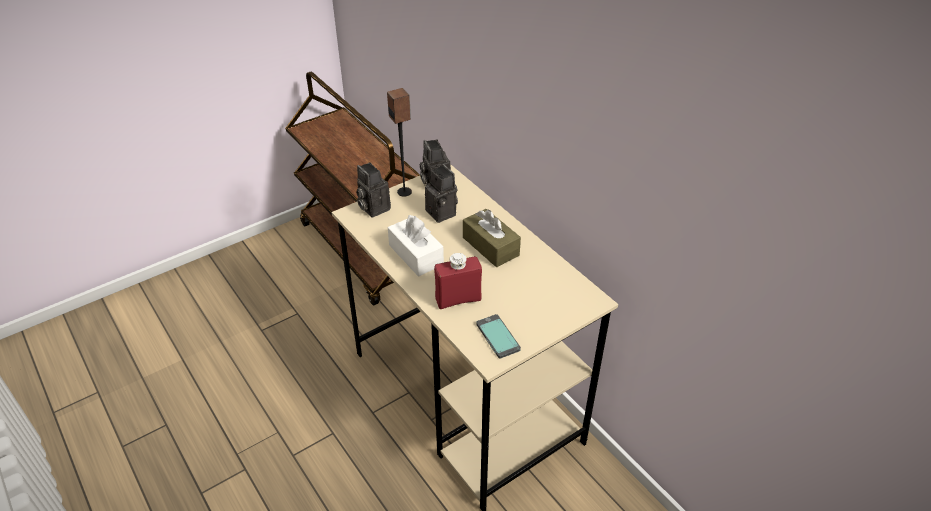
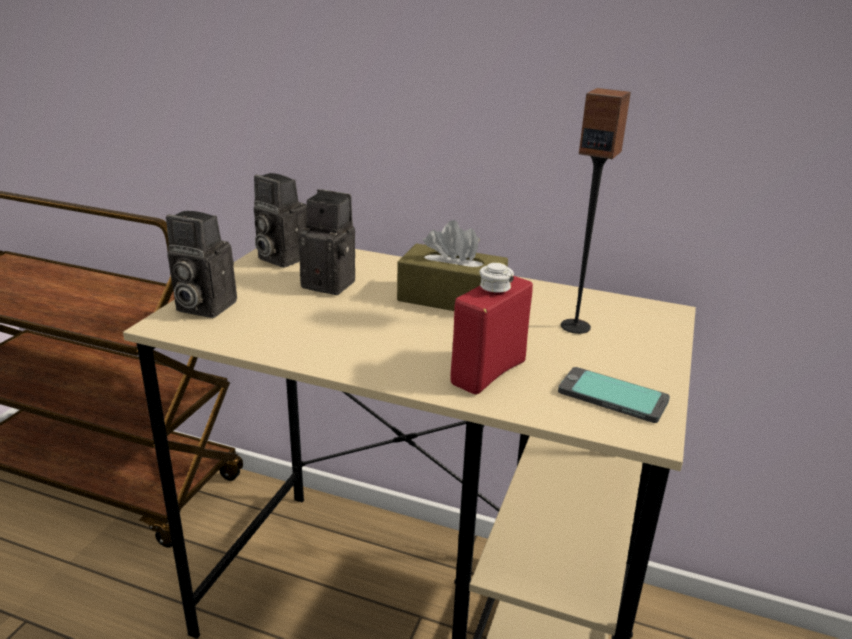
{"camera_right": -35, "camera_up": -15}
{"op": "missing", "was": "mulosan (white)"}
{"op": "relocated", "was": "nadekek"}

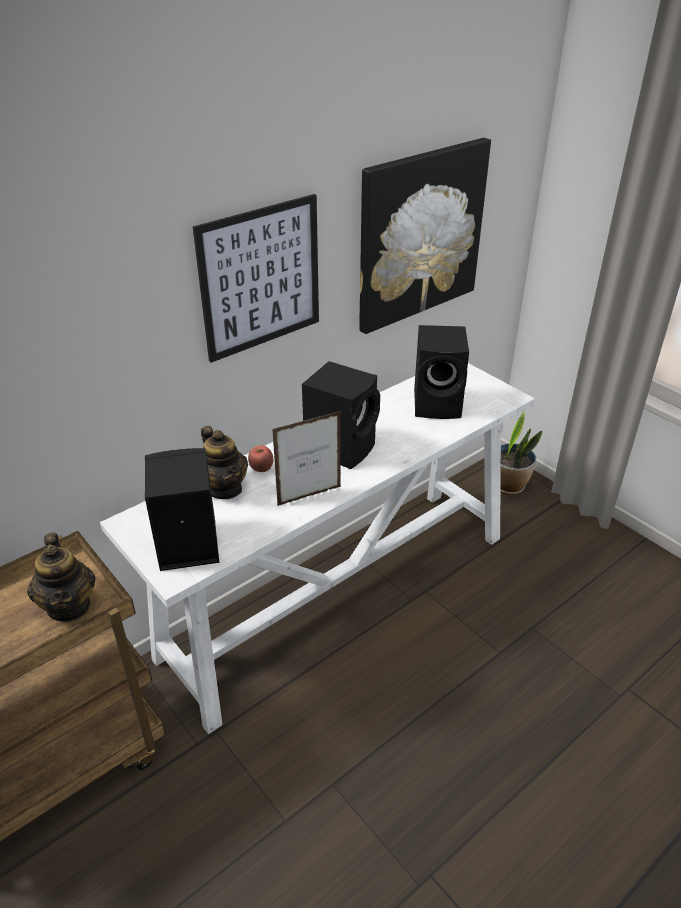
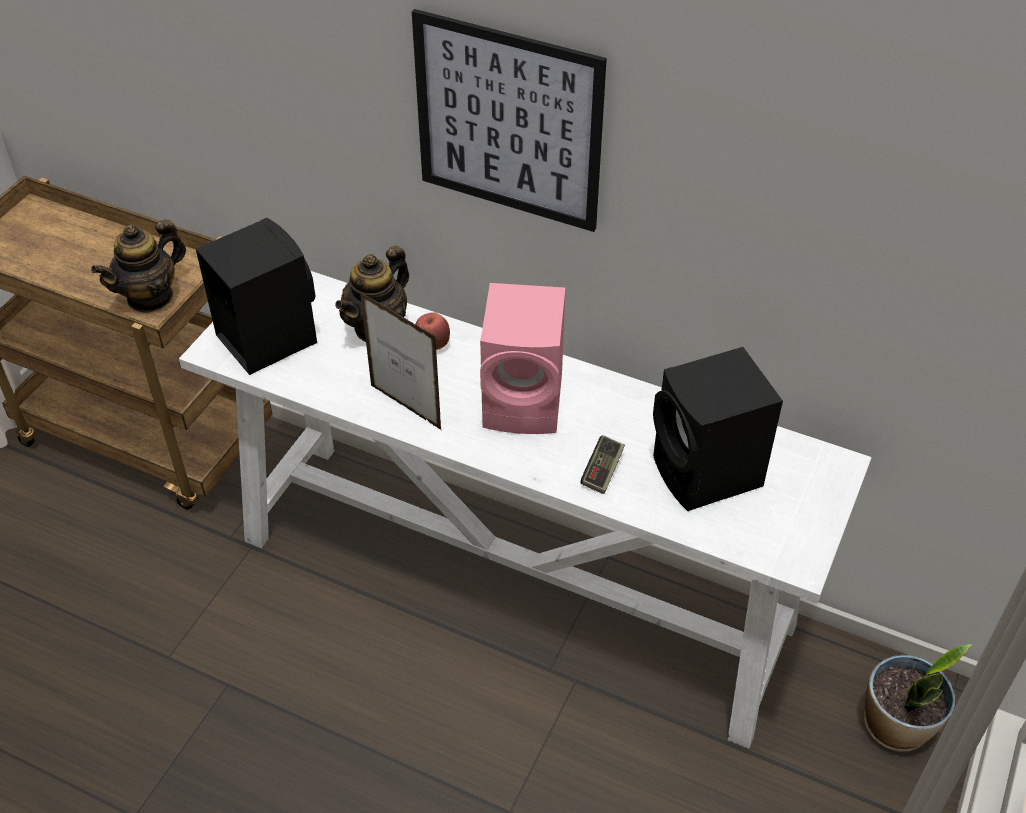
{"camera_right": 65, "camera_up": 10}
{"op": "missing", "was": "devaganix (no. 2 from left)"}
{"op": "appeared", "now": "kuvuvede"}
{"op": "colour", "was": "nadekek (black) (no. 2 from left)", "now": "nadekek (pink)"}

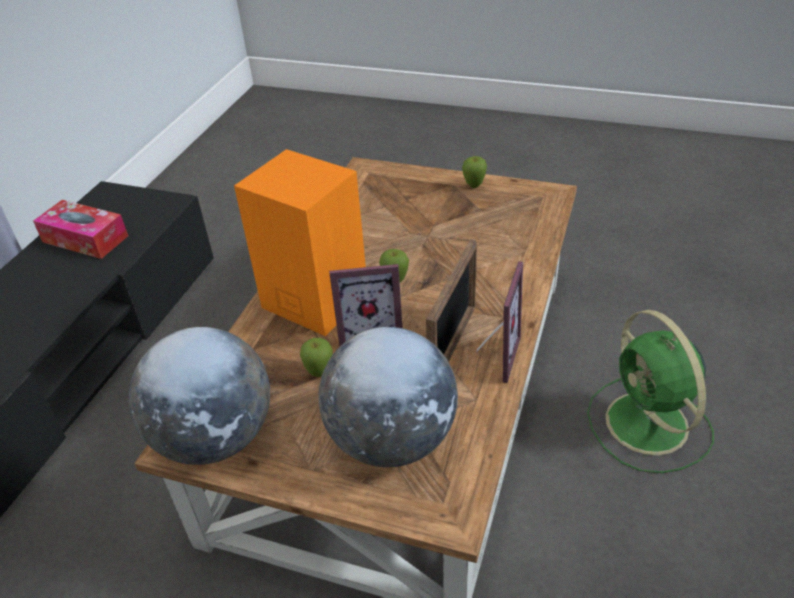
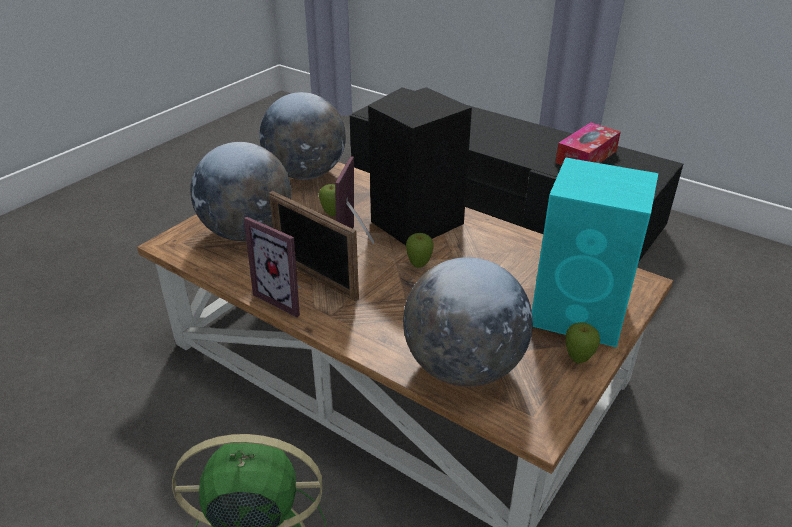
{"camera_right": 105, "camera_up": -5}
{"op": "appeared", "now": "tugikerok (no. 3 from left)"}
{"op": "appeared", "now": "nadekek (turquoise)"}
{"op": "colour", "was": "nadekek (orange)", "now": "nadekek (black)"}

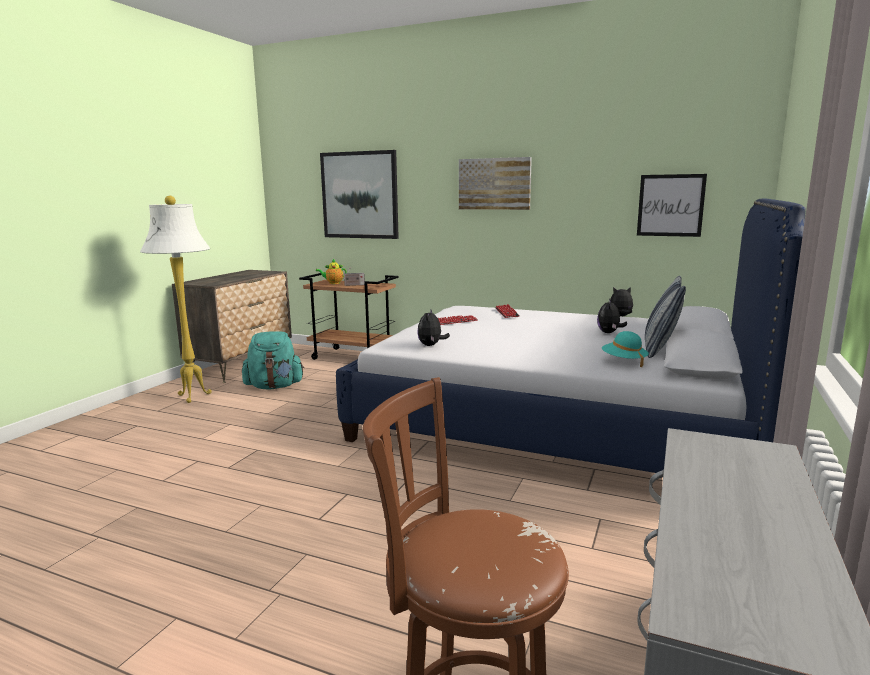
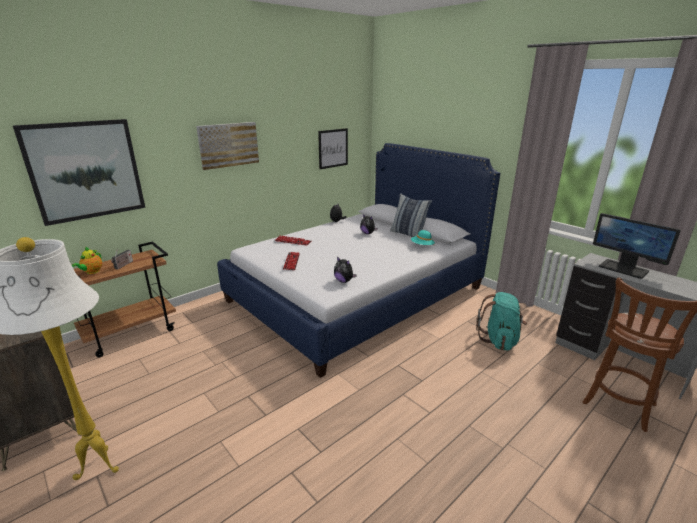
{"camera_right": -65, "camera_up": 10}
{"op": "appeared", "now": "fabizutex"}
{"op": "relocated", "was": "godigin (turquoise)"}

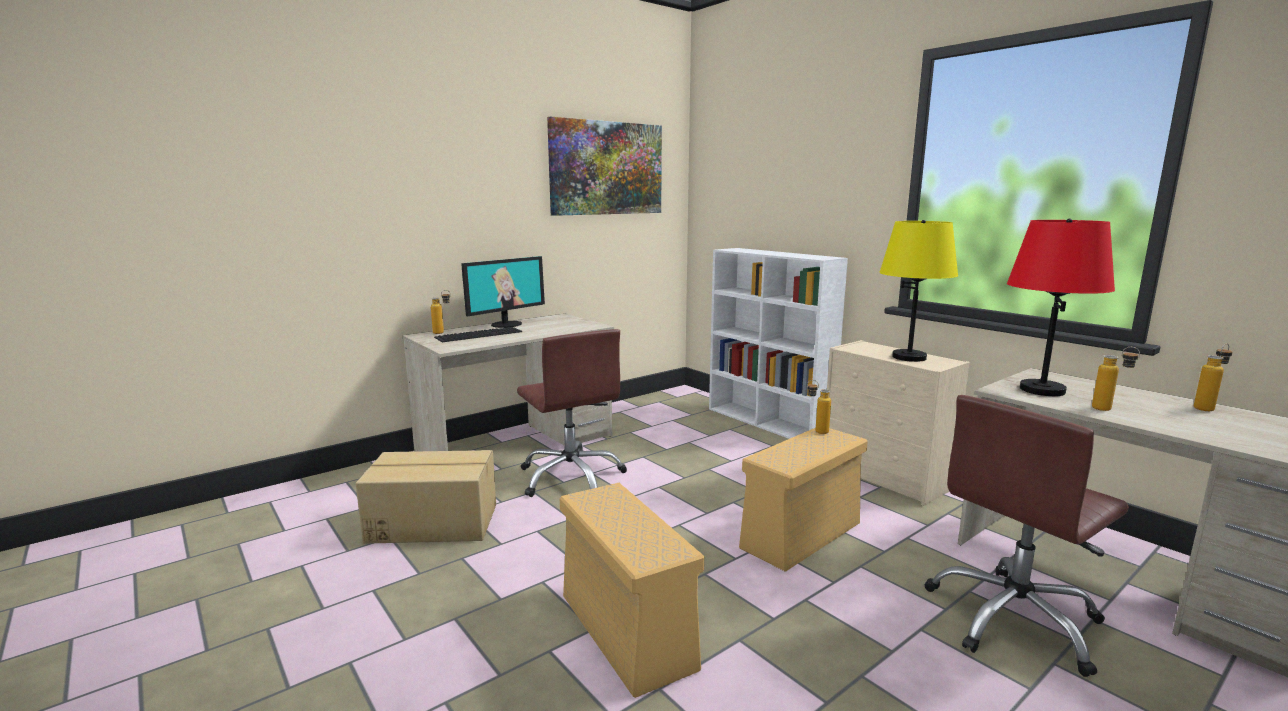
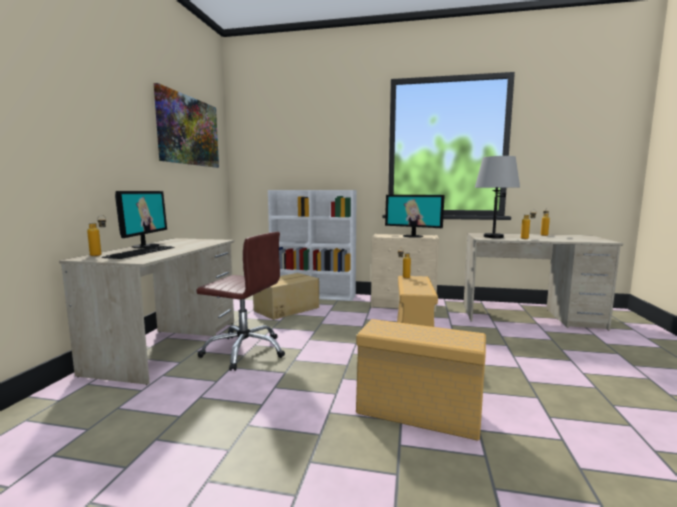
{"camera_right": -40, "camera_up": -5}
{"op": "missing", "was": "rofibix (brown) (no. 2 from left)"}
{"op": "relocated", "was": "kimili"}
{"op": "exchanged", "was": "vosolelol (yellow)", "now": "fabizutex (no. 2 from left)"}
{"op": "colour", "was": "vosolelol (red)", "now": "vosolelol (grey)"}

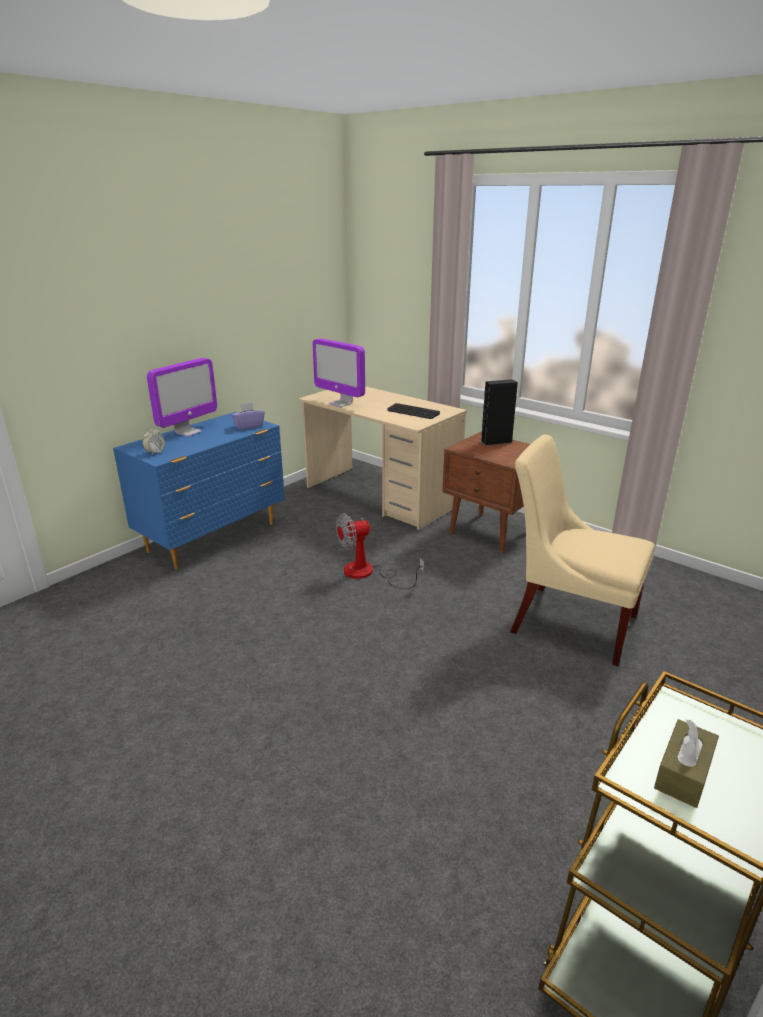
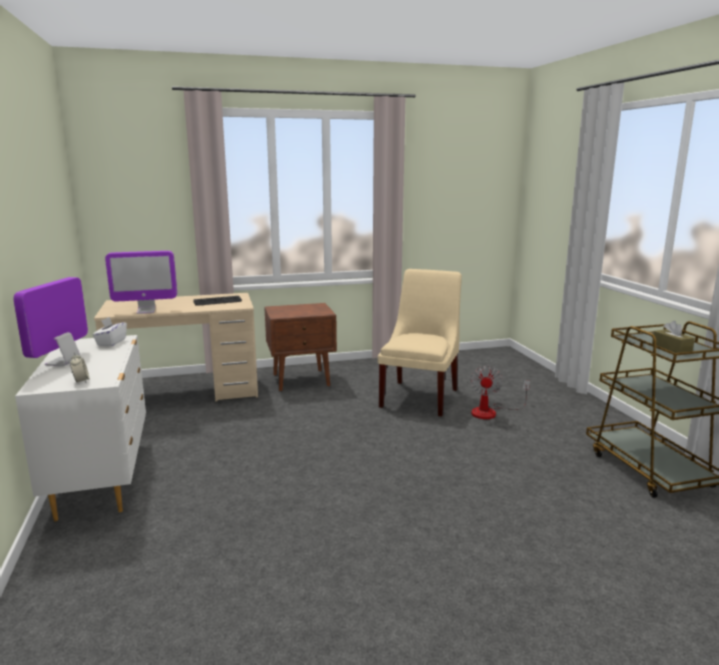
{"camera_right": -55, "camera_up": -10}
{"op": "missing", "was": "nadekek (black)"}
{"op": "relocated", "was": "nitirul"}
{"op": "colour", "was": "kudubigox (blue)", "now": "kudubigox (white)"}
{"op": "colour", "was": "mulosan (purple)", "now": "mulosan (white)"}
{"op": "spun", "was": "fabizutex (no. 1 from left)", "clockwise": -150}
{"op": "spun", "was": "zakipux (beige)", "clockwise": 135}

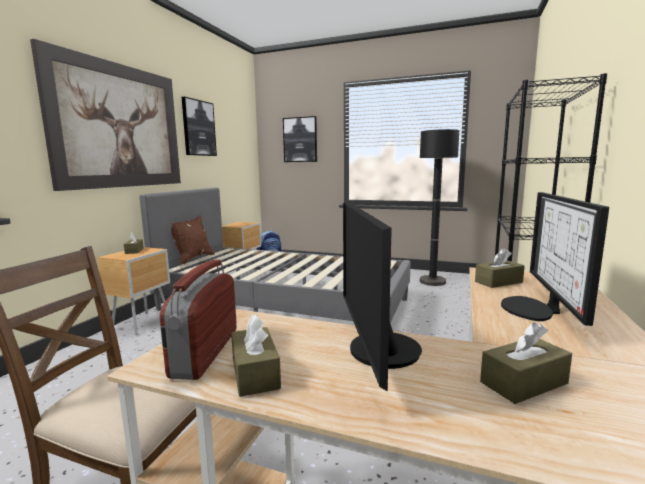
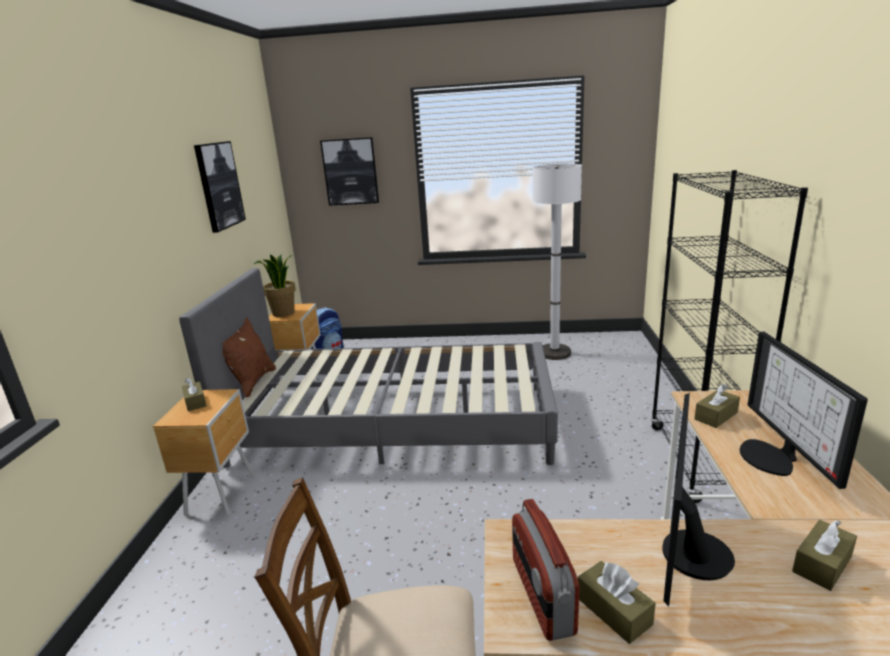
{"camera_right": -15, "camera_up": 10}
{"op": "missing", "was": "devaganix (no. 1 from left)"}
{"op": "appeared", "now": "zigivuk"}
{"op": "colour", "was": "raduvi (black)", "now": "raduvi (white)"}
{"op": "spun", "was": "fabizutex (no. 1 from left)", "clockwise": 45}

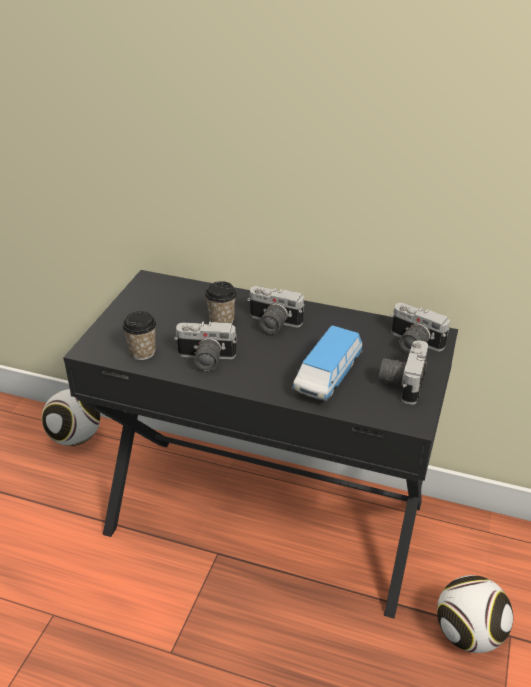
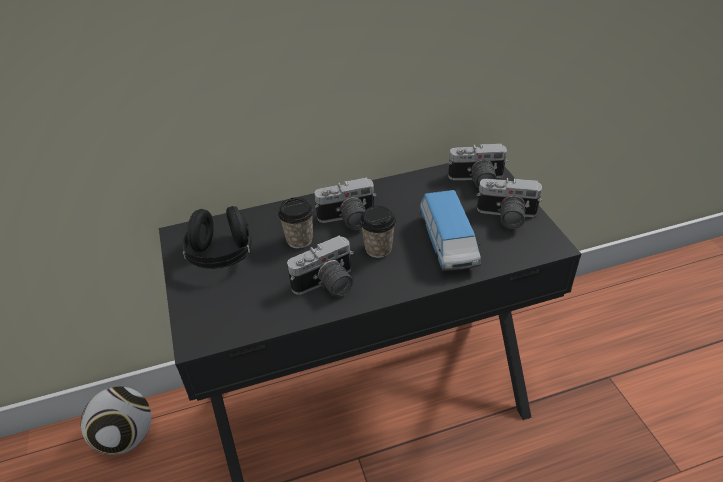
{"camera_right": -35, "camera_up": 5}
{"op": "missing", "was": "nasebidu (no. 2 from left)"}
{"op": "appeared", "now": "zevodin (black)"}
{"op": "relocated", "was": "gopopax (no. 1 from left in the first image)", "now": "gopopax (no. 2 from left)"}
{"op": "spun", "was": "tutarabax (no. 3 from left in the first image)", "clockwise": -60}

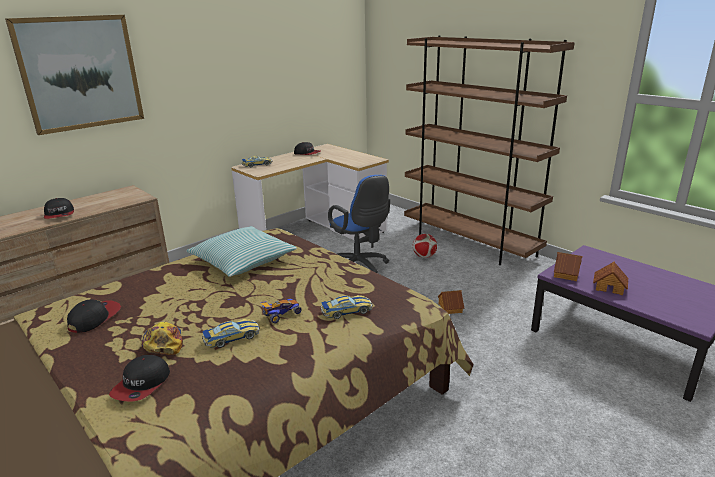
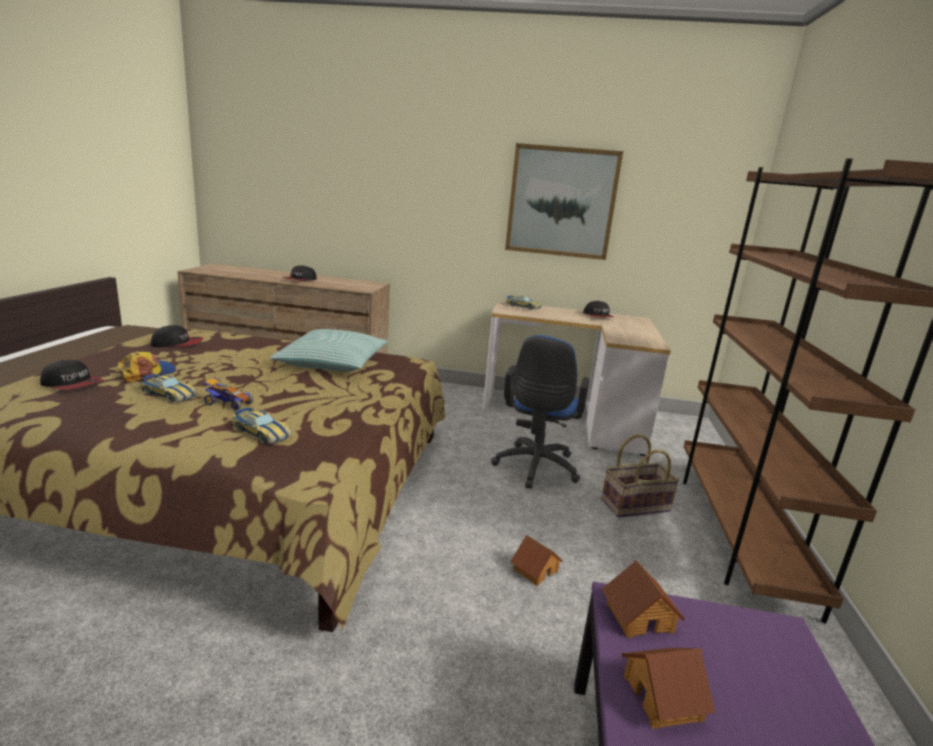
{"camera_right": 50, "camera_up": -5}
{"op": "relocated", "was": "devaganix"}
{"op": "exchanged", "was": "nasebidu", "now": "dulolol"}
{"op": "spun", "was": "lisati (no. 3 from left in the first image)", "clockwise": -135}

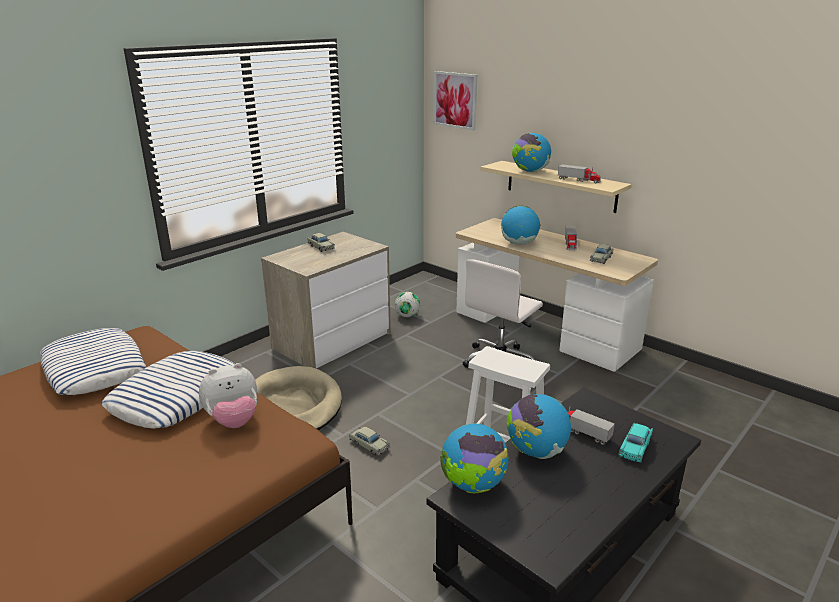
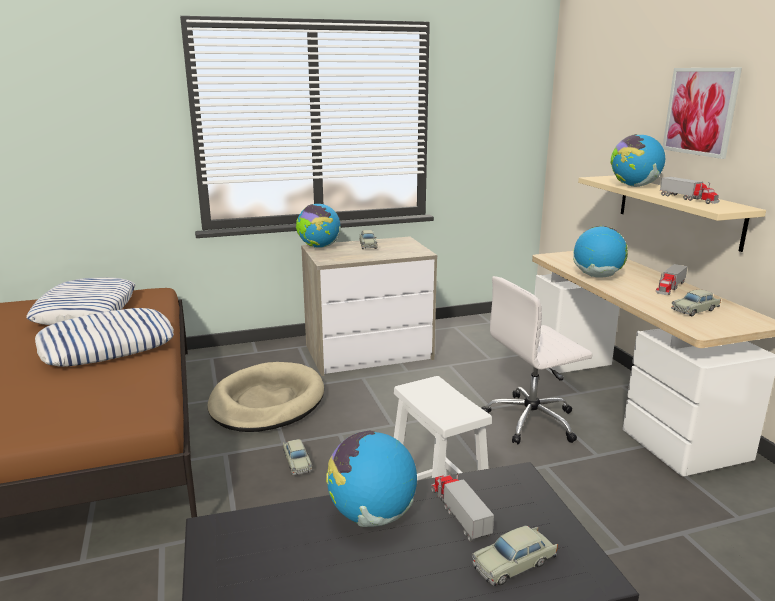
{"camera_right": 30, "camera_up": -5}
{"op": "missing", "was": "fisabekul"}
{"op": "missing", "was": "nasebidu"}
{"op": "relocated", "was": "devaganix"}
{"op": "relocated", "was": "tugikerok (no. 1 from left)"}
{"op": "colour", "was": "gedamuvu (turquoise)", "now": "gedamuvu (beige) (no. 3 from left)"}

